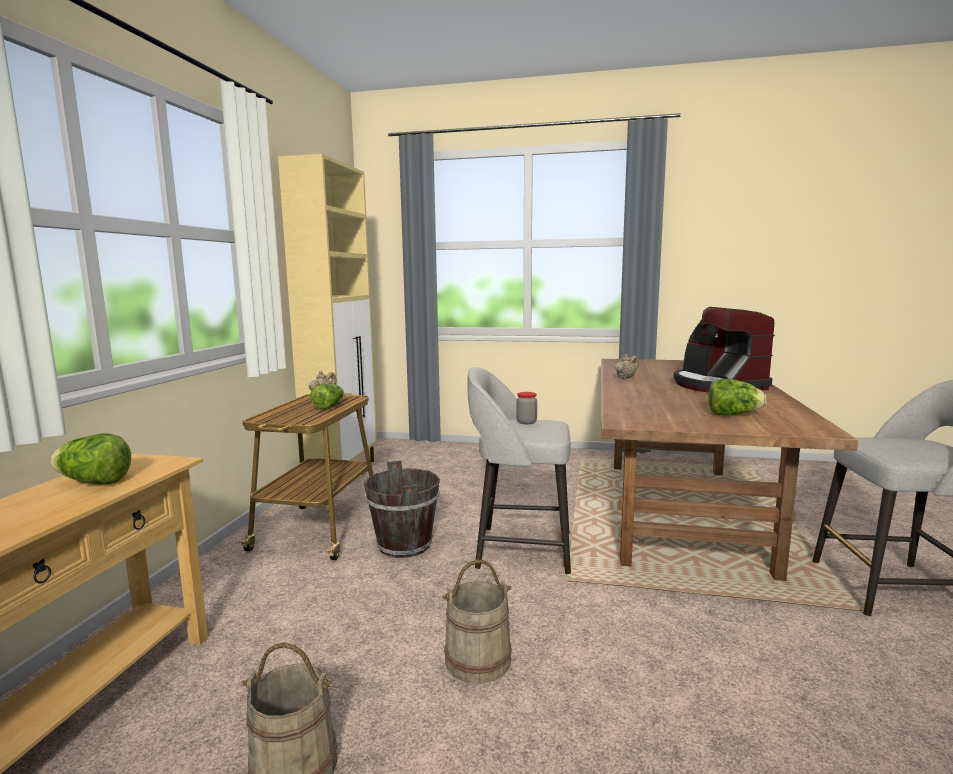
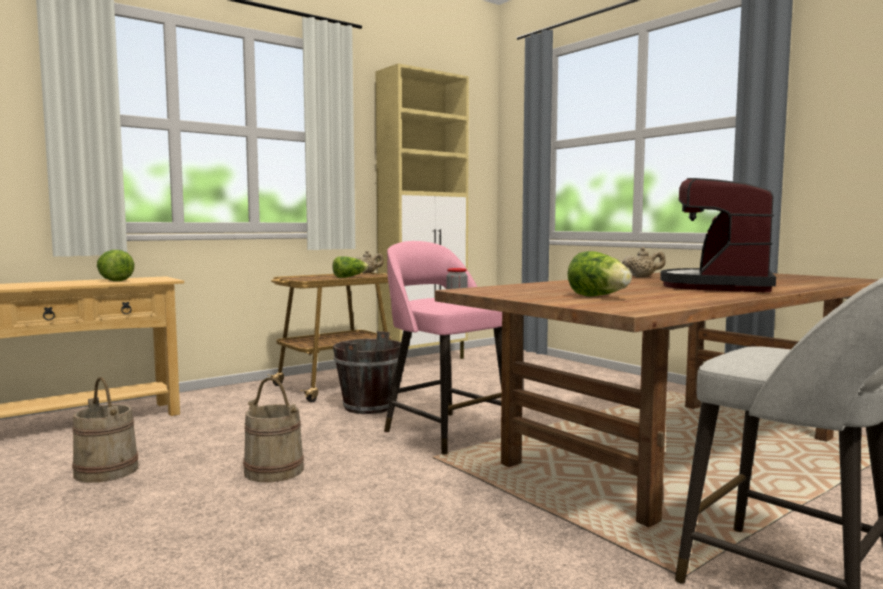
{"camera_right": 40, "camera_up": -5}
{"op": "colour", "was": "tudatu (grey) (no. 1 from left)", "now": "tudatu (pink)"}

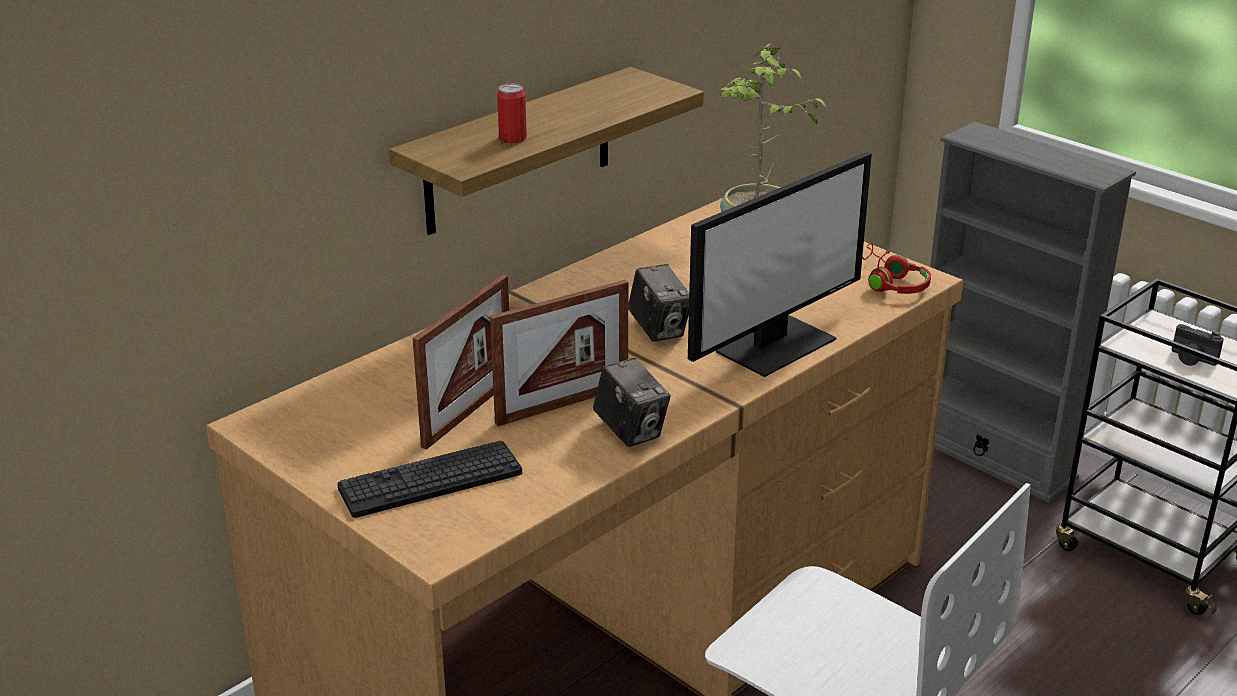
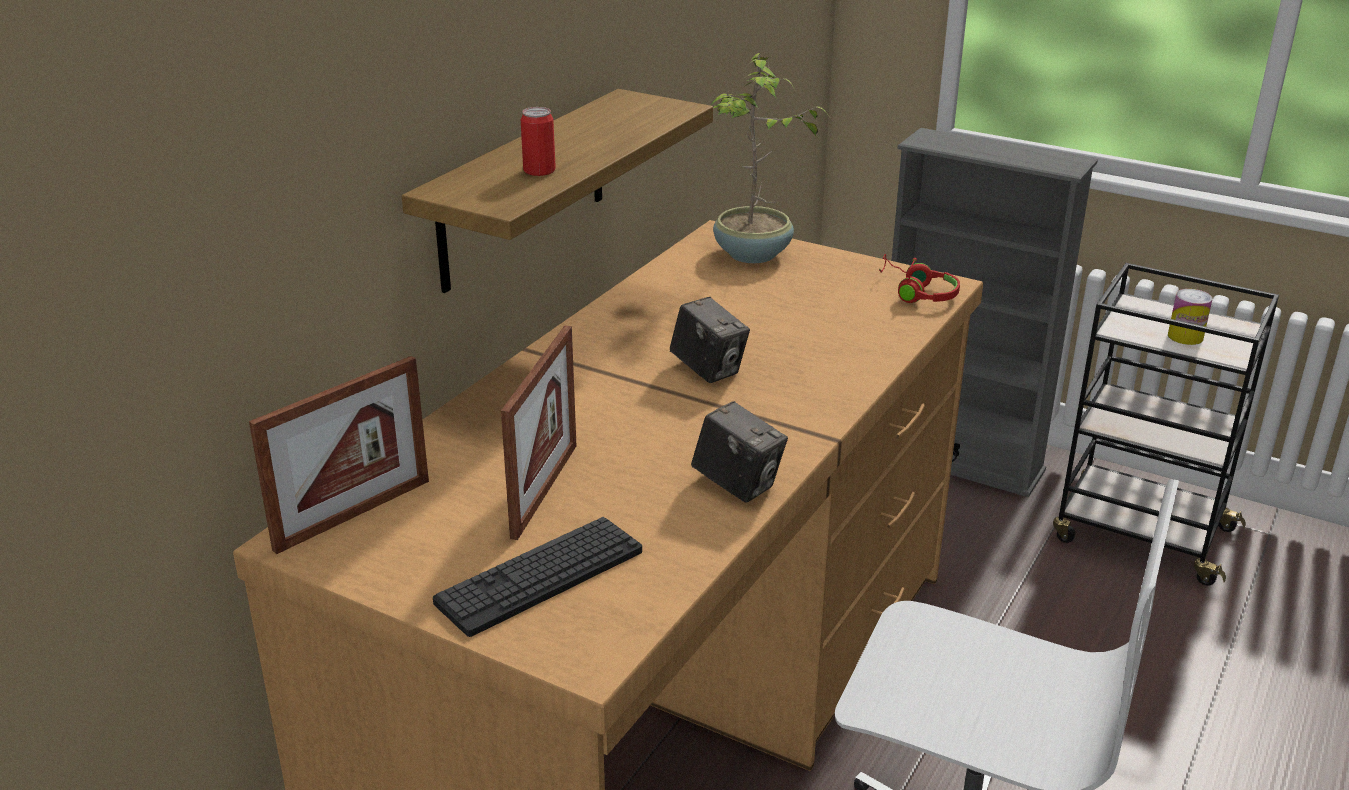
{"camera_right": -15, "camera_up": 0}
{"op": "missing", "was": "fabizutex"}
{"op": "relocated", "was": "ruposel (no. 2 from left in the first image)", "now": "ruposel (no. 1 from left)"}
{"op": "exchanged", "was": "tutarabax (no. 3 from left)", "now": "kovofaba (no. 2 from left)"}

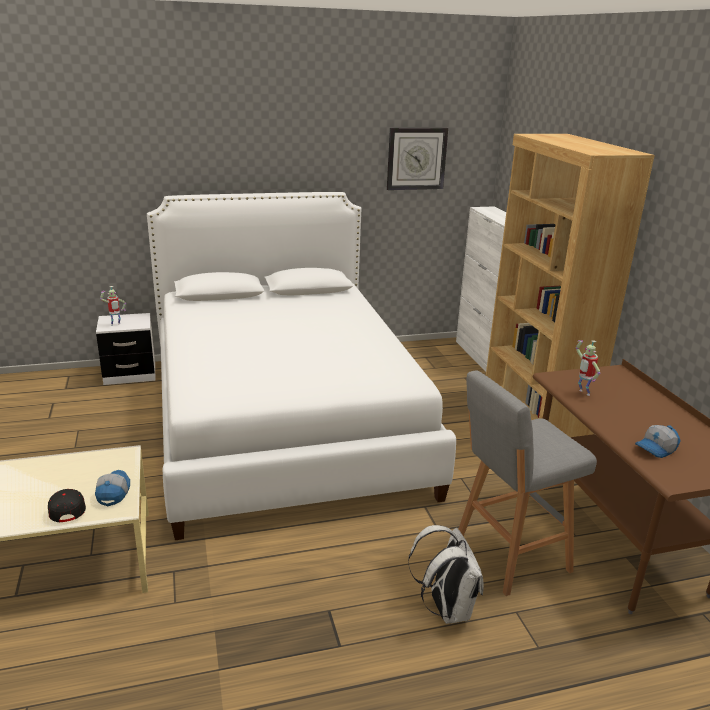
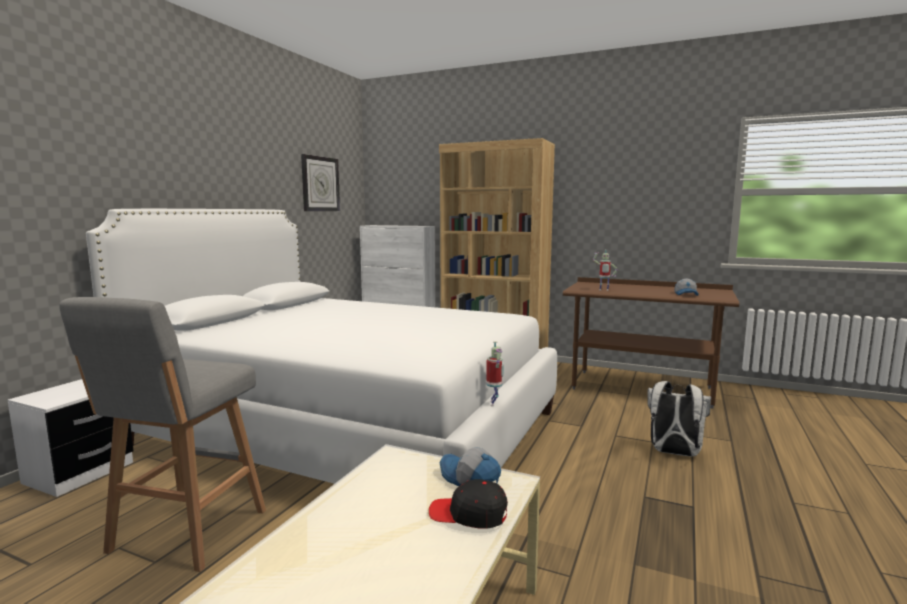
{"camera_right": -50, "camera_up": -15}
{"op": "relocated", "was": "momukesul (no. 1 from left)"}
{"op": "relocated", "was": "tudatu (grey)"}

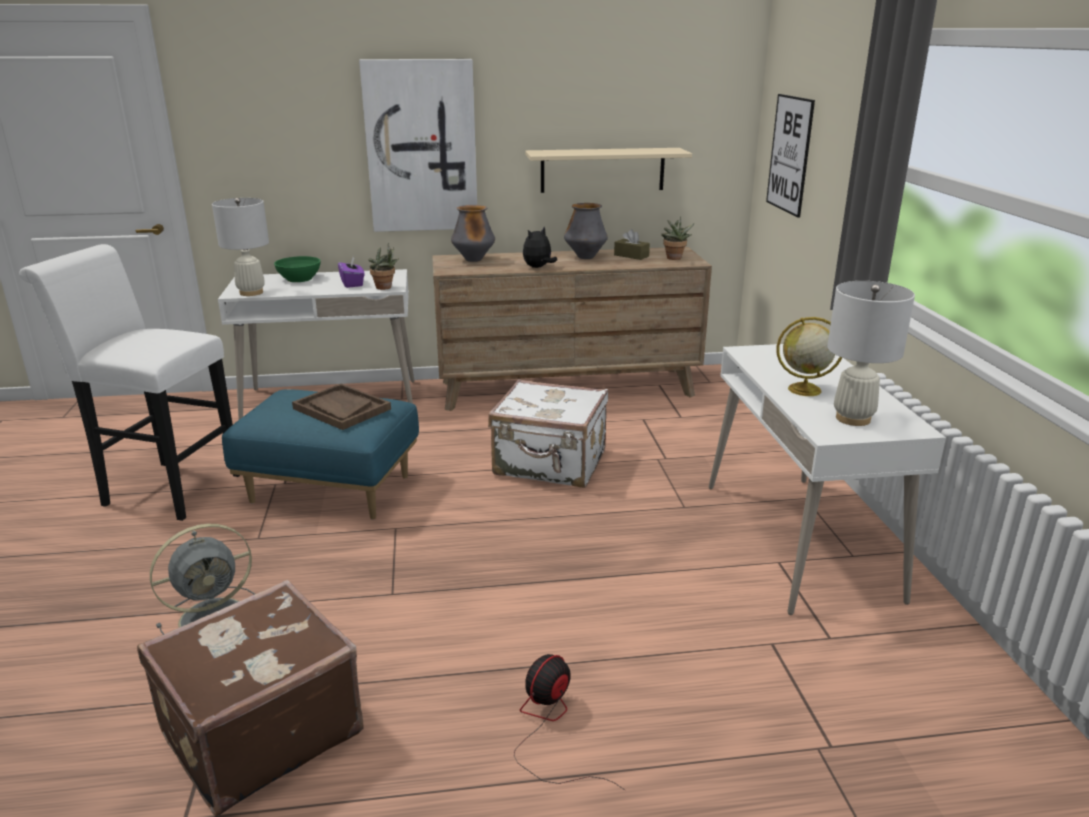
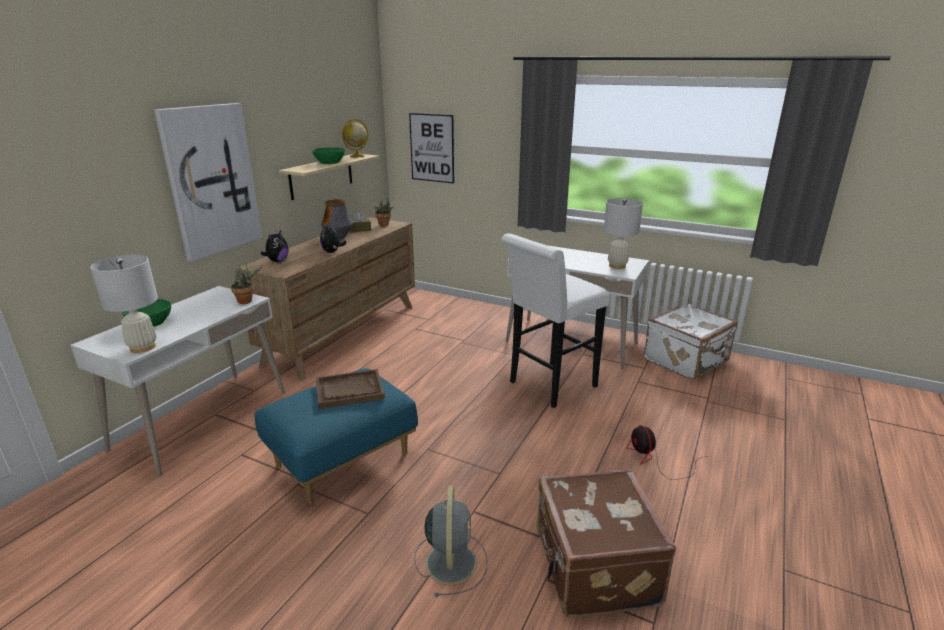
{"camera_right": -55, "camera_up": 0}
{"op": "missing", "was": "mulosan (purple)"}
{"op": "appeared", "now": "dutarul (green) (no. 2 from left)"}
{"op": "relocated", "was": "tudatu (white)"}
{"op": "relocated", "was": "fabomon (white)"}
{"op": "relocated", "was": "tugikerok"}
{"op": "exchanged", "was": "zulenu (no. 1 from left)", "now": "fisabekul (no. 1 from left)"}

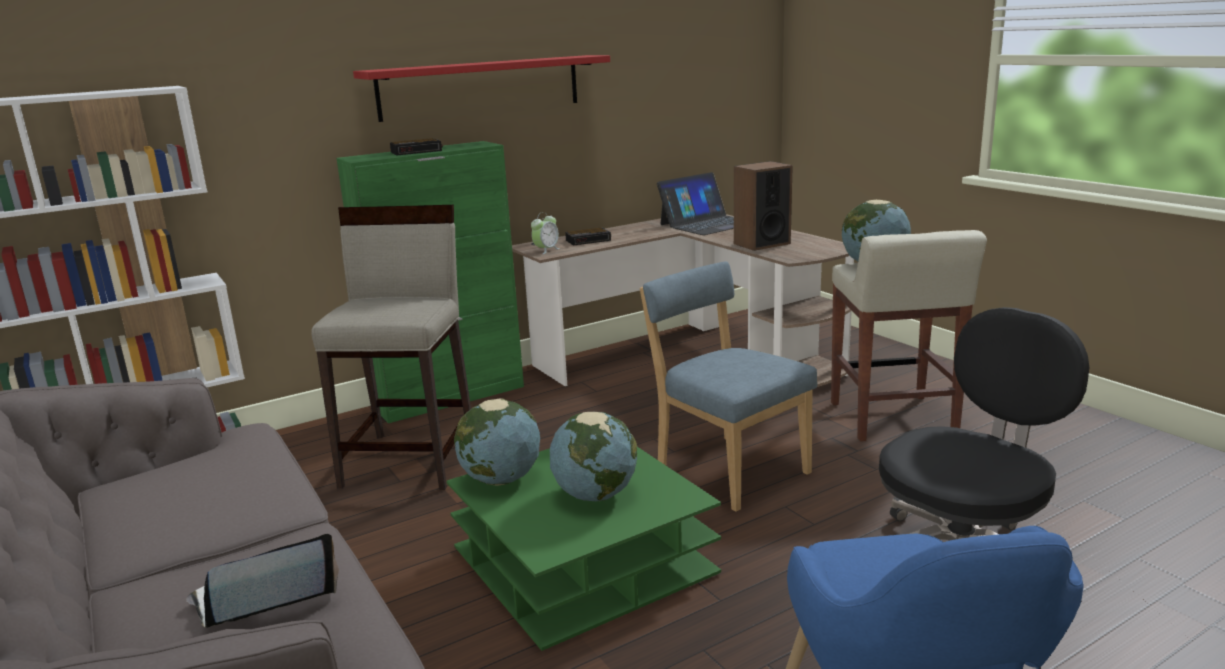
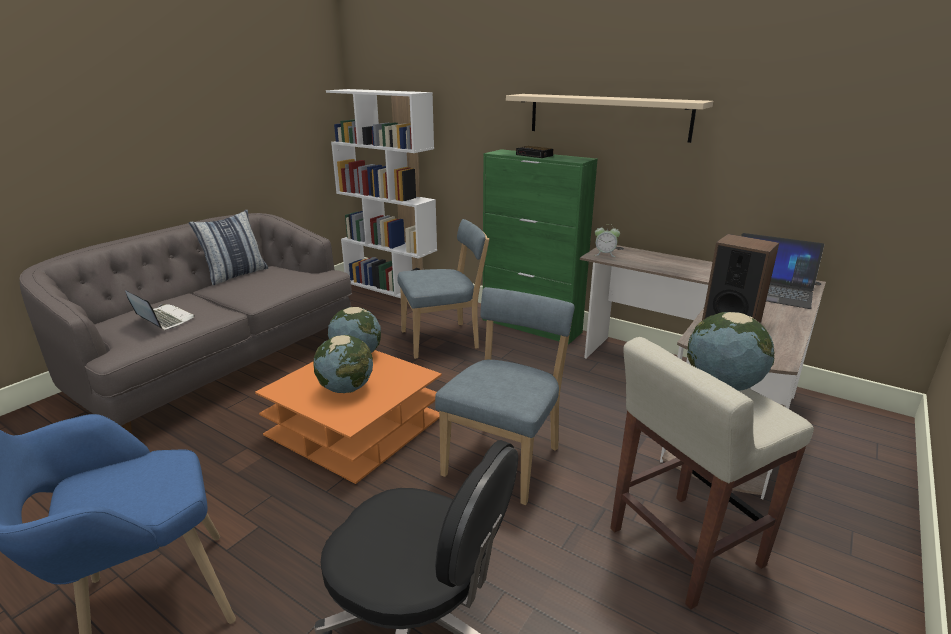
{"camera_right": 65, "camera_up": 5}
{"op": "missing", "was": "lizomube (no. 3 from left)"}
{"op": "appeared", "now": "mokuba"}
{"op": "exchanged", "was": "tudatu (beige) (no. 1 from left)", "now": "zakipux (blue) (no. 1 from left)"}
{"op": "colour", "was": "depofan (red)", "now": "depofan (beige)"}
{"op": "colour", "was": "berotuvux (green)", "now": "berotuvux (orange)"}

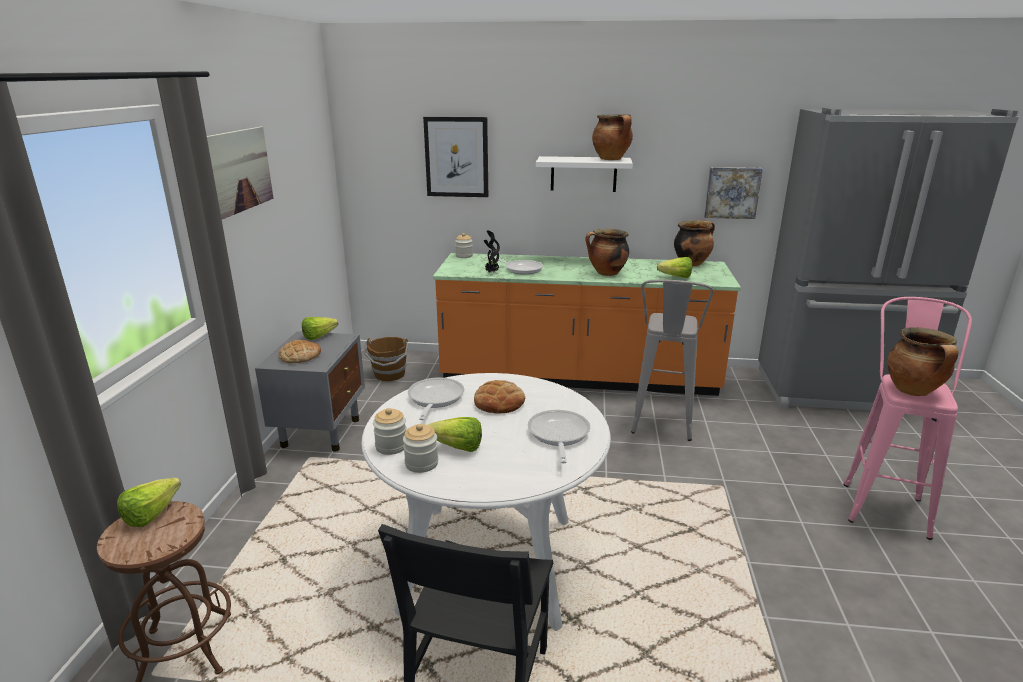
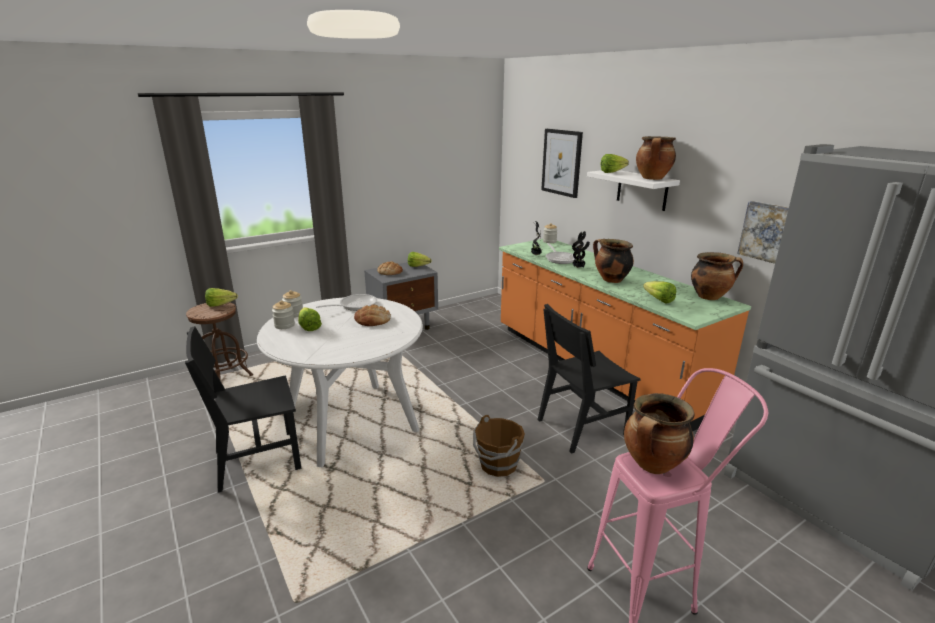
{"camera_right": 50, "camera_up": 0}
{"op": "missing", "was": "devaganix (no. 1 from left)"}
{"op": "missing", "was": "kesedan (no. 3 from left)"}
{"op": "appeared", "now": "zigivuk (no. 2 from left)"}
{"op": "appeared", "now": "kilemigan (no. 4 from left)"}
{"op": "relocated", "was": "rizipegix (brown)"}
{"op": "exchanged", "was": "tudatu (grey)", "now": "zakipux (black) (no. 2 from left)"}

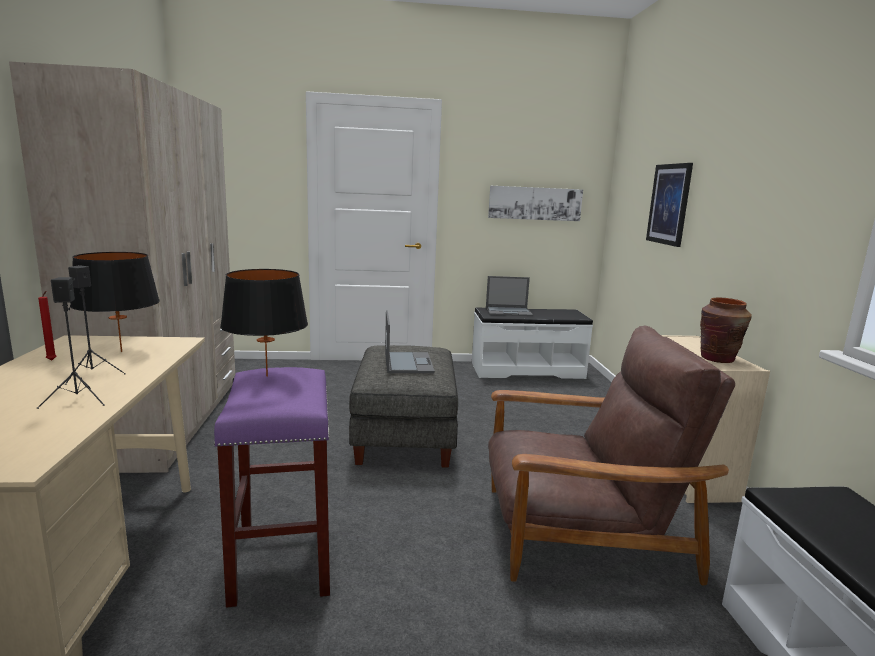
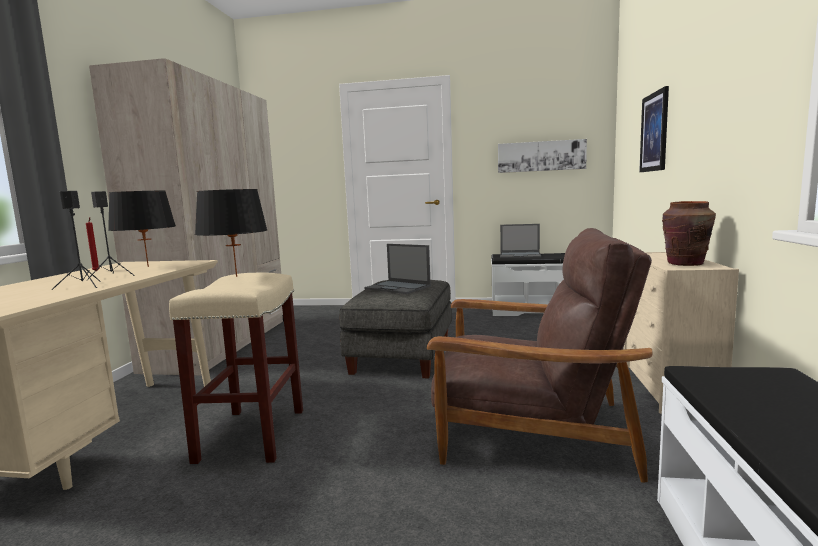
{"camera_right": 15, "camera_up": -5}
{"op": "colour", "was": "tudatu (purple)", "now": "tudatu (beige)"}
{"op": "spun", "was": "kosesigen (no. 1 from left)", "clockwise": 120}

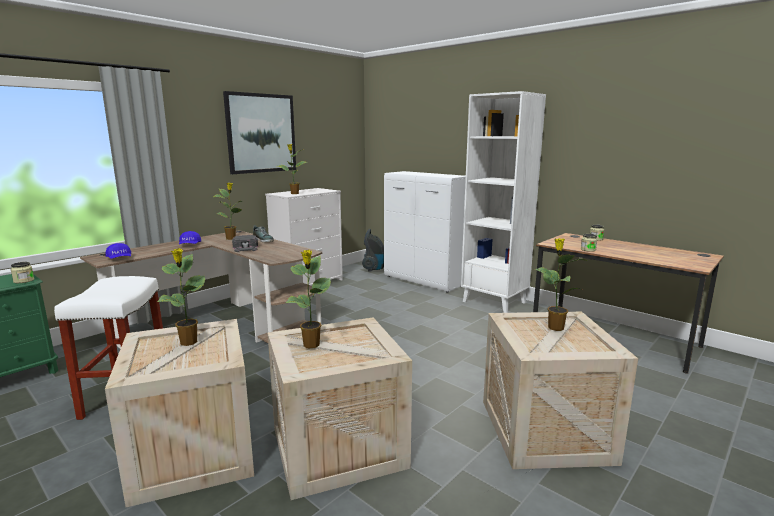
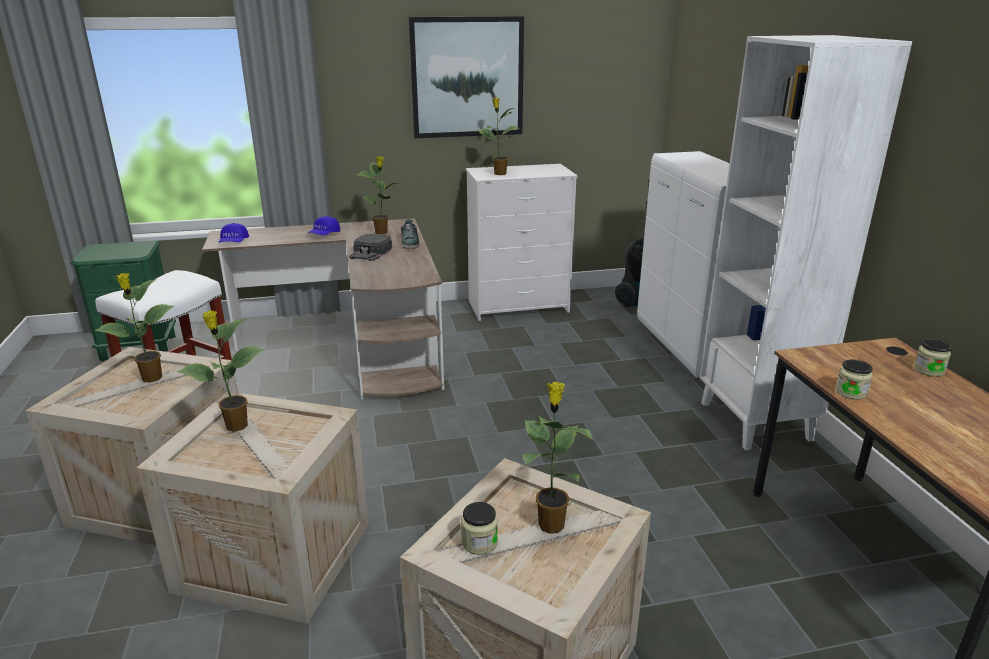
{"camera_right": 35, "camera_up": 10}
{"op": "relocated", "was": "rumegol (no. 1 from left)"}

